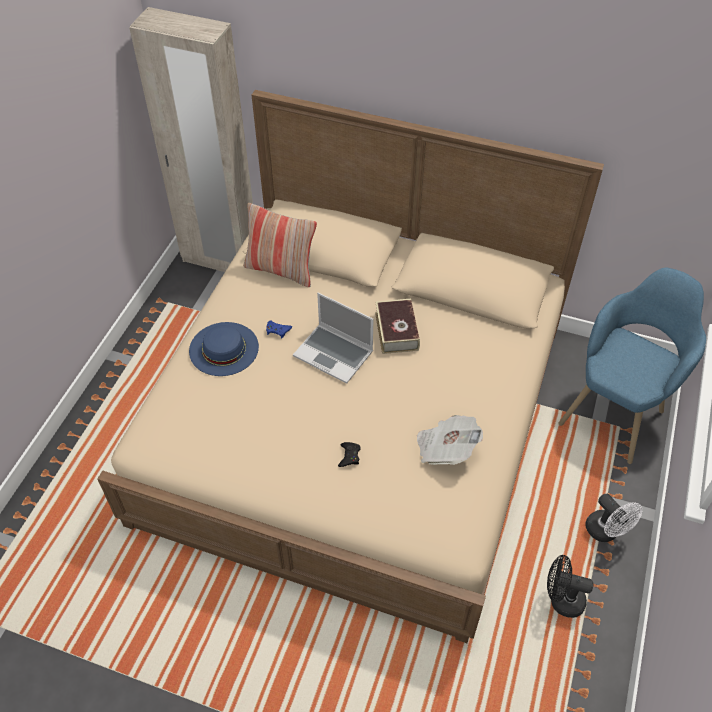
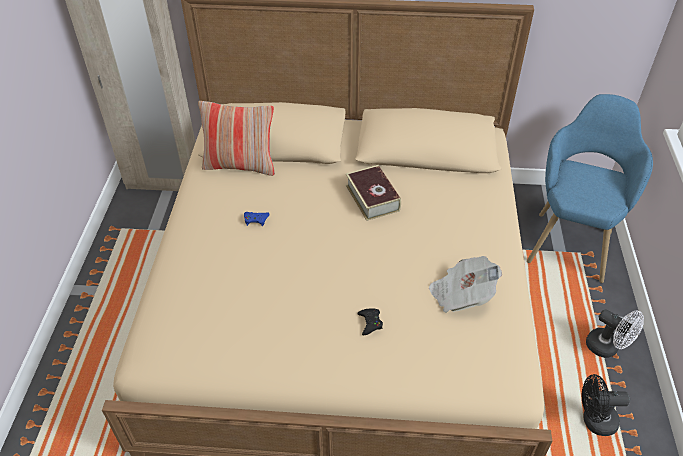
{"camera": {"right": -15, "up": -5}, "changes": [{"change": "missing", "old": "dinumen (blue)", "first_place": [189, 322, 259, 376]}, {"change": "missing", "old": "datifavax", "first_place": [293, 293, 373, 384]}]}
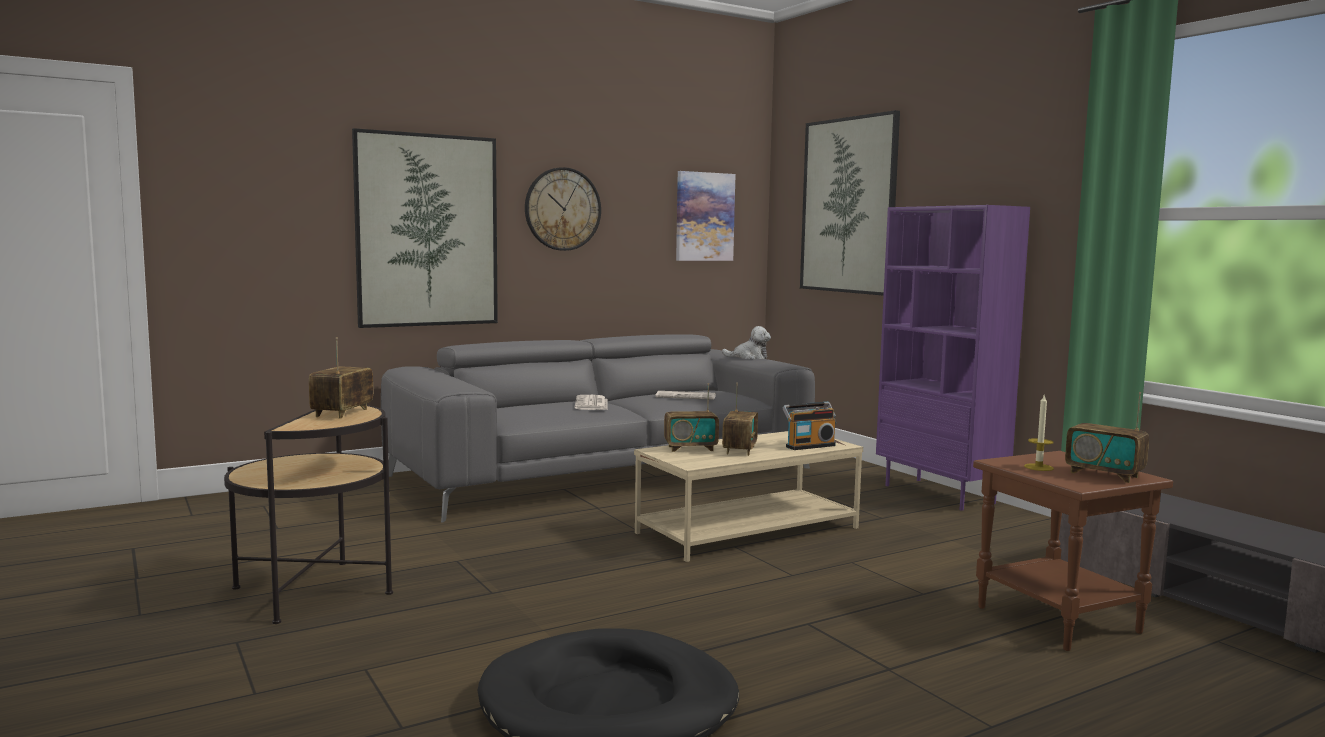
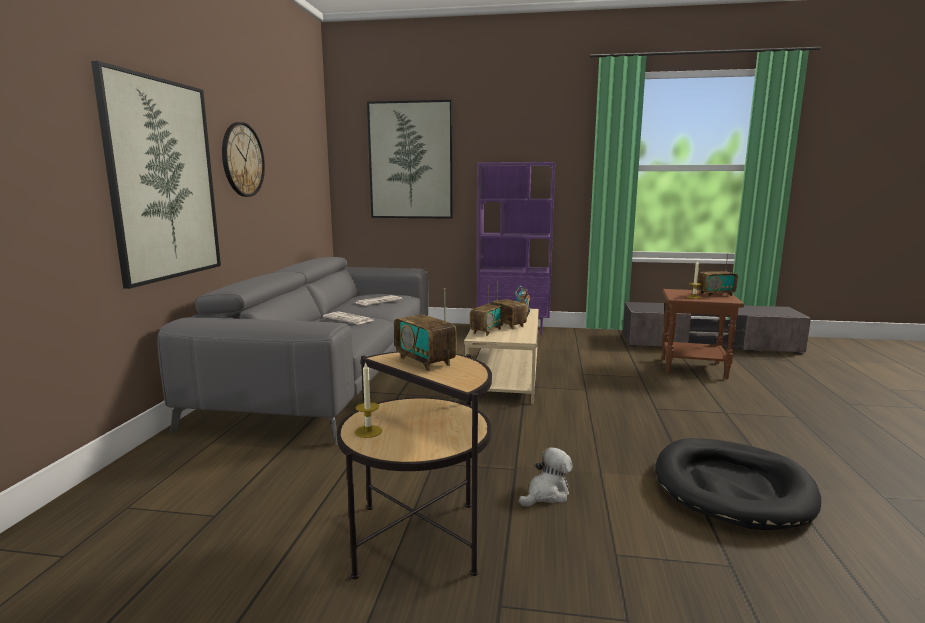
{"camera": {"right": -50, "up": 5}, "changes": [{"change": "missing", "old": "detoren", "first_place": [676, 171, 736, 261]}, {"change": "relocated", "old": "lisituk", "first_place": [722, 326, 771, 359], "second_place": [519, 447, 573, 507]}, {"change": "appeared", "new": "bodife", "second_place": [355, 361, 382, 438]}]}
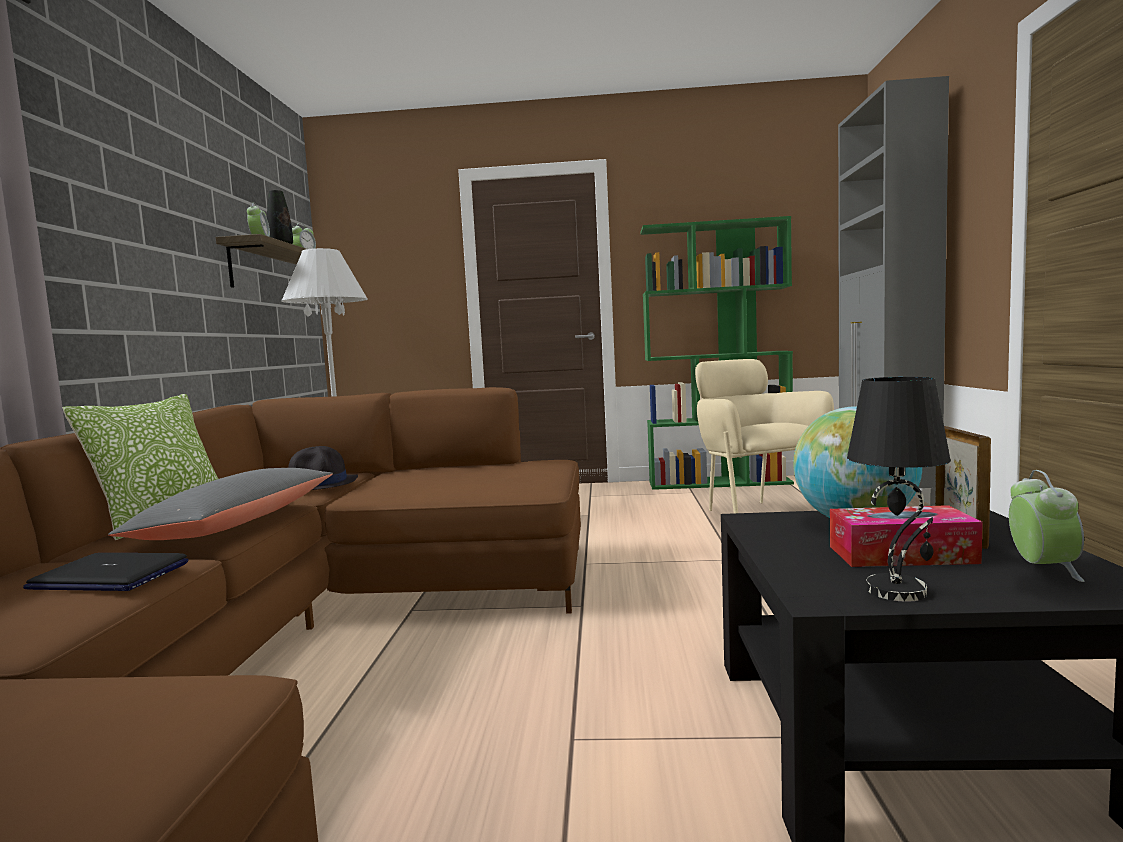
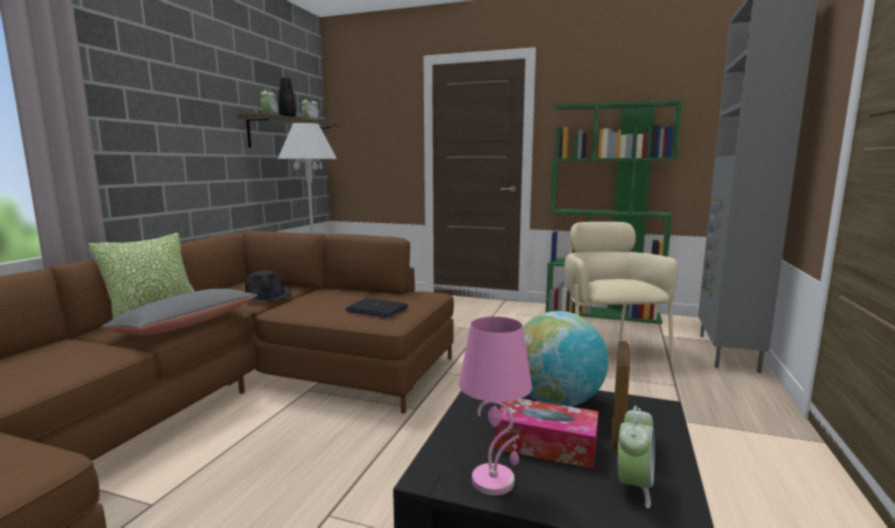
{"camera": {"right": 15, "up": 5}, "changes": [{"change": "relocated", "old": "datifavax", "first_place": [23, 553, 189, 591], "second_place": [345, 298, 408, 318]}, {"change": "colour", "old": "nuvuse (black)", "new": "nuvuse (pink)", "first_place": [847, 377, 951, 602], "second_place": [459, 316, 532, 496]}]}
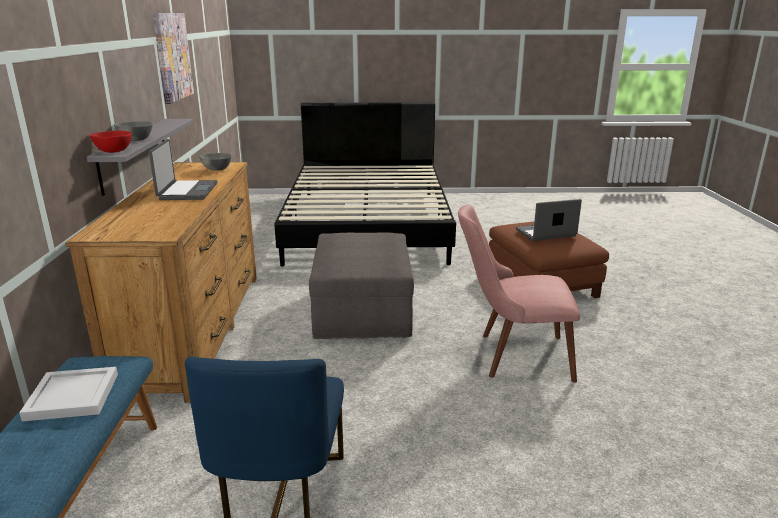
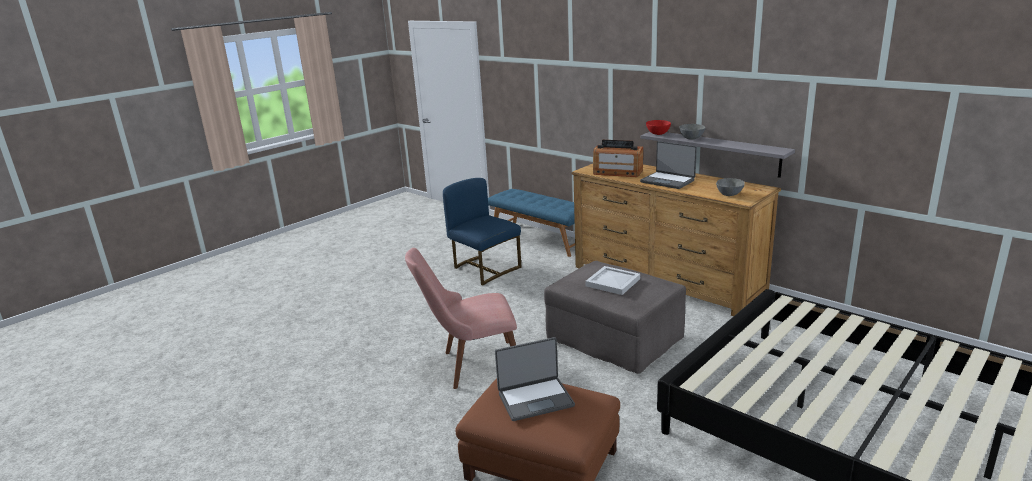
{"camera": {"right": 135, "up": 0}, "changes": [{"change": "relocated", "old": "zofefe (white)", "first_place": [19, 367, 118, 421], "second_place": [585, 266, 640, 295]}, {"change": "missing", "old": "detoren", "first_place": [153, 13, 194, 104]}, {"change": "spun", "old": "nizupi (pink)", "first_place": [458, 204, 580, 383], "second_place": [405, 248, 517, 389], "degrees": -150}, {"change": "spun", "old": "datifavax", "first_place": [516, 199, 582, 241], "second_place": [495, 337, 575, 421], "degrees": 45}, {"change": "appeared", "new": "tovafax", "second_place": [593, 140, 643, 177]}]}
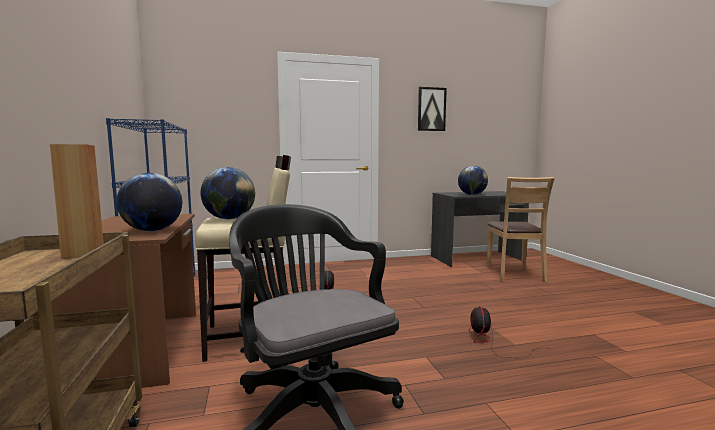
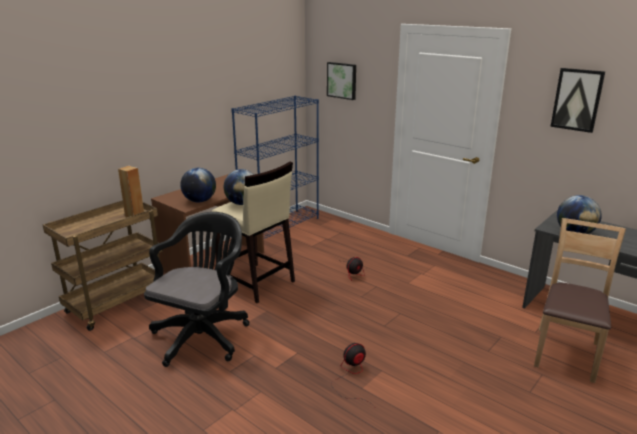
{"camera": {"right": 55, "up": 15}, "changes": [{"change": "spun", "old": "nizupi (brown)", "first_place": [486, 177, 555, 282], "second_place": [534, 218, 626, 383], "degrees": 150}, {"change": "appeared", "new": "detoren", "second_place": [327, 62, 356, 100]}]}
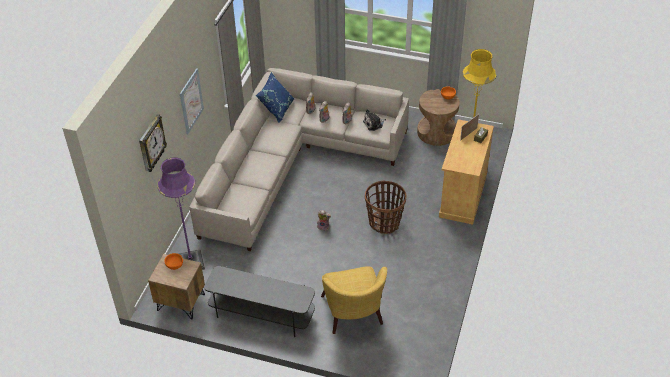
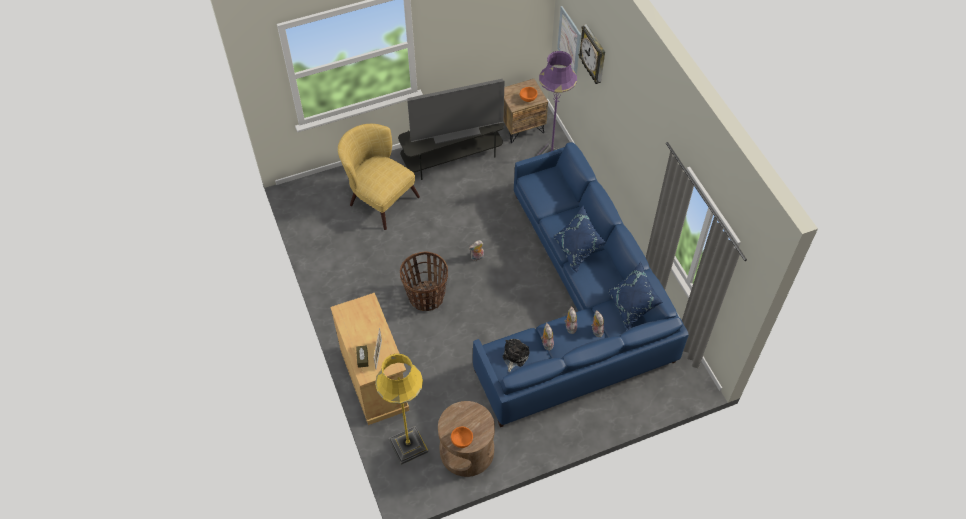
{"camera": {"right": 140, "up": 10}, "changes": [{"change": "relocated", "old": "detoren", "first_place": [180, 68, 204, 134], "second_place": [557, 6, 581, 75]}, {"change": "colour", "old": "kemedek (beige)", "new": "kemedek (blue)", "first_place": [189, 68, 409, 251], "second_place": [473, 142, 689, 427]}, {"change": "appeared", "new": "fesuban", "second_place": [407, 79, 504, 144]}, {"change": "appeared", "new": "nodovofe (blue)", "second_place": [554, 206, 606, 273]}]}
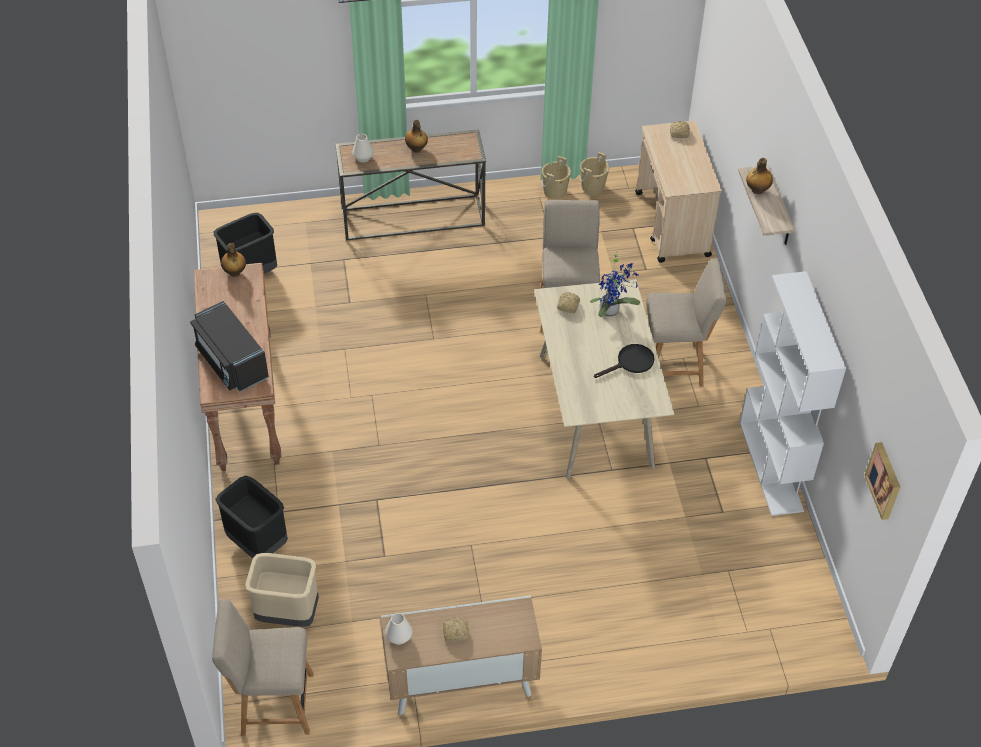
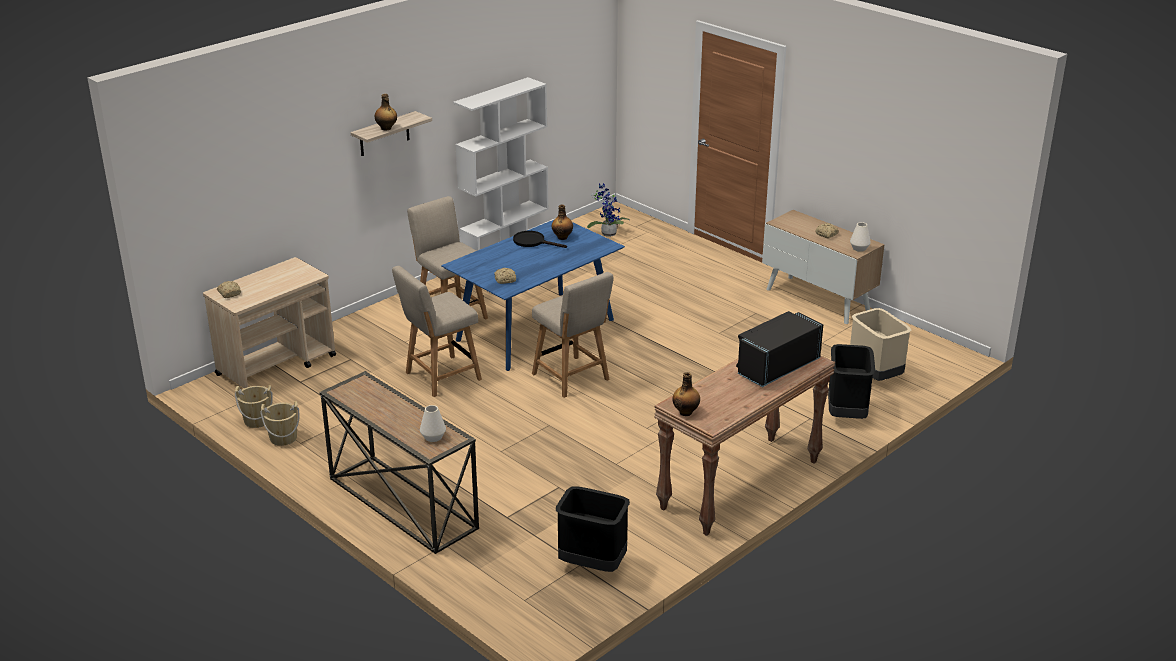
{"camera": {"right": -125, "up": -20}, "changes": [{"change": "spun", "old": "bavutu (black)", "first_place": [190, 301, 269, 392], "second_place": [736, 311, 823, 387], "degrees": -150}, {"change": "relocated", "old": "nizupi (beige)", "first_place": [212, 599, 314, 736], "second_place": [532, 272, 613, 398]}, {"change": "relocated", "old": "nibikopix", "first_place": [405, 120, 428, 152], "second_place": [552, 205, 573, 240]}, {"change": "colour", "old": "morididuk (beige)", "new": "morididuk (blue)", "first_place": [534, 279, 674, 479], "second_place": [441, 220, 625, 371]}, {"change": "relocated", "old": "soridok", "first_place": [590, 254, 640, 317], "second_place": [587, 183, 629, 237]}, {"change": "missing", "old": "detoren", "first_place": [864, 442, 900, 520]}]}
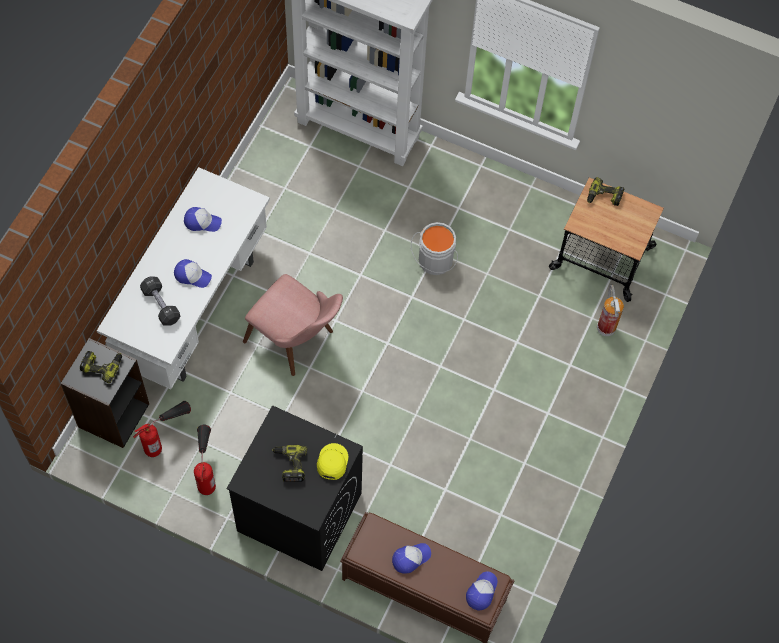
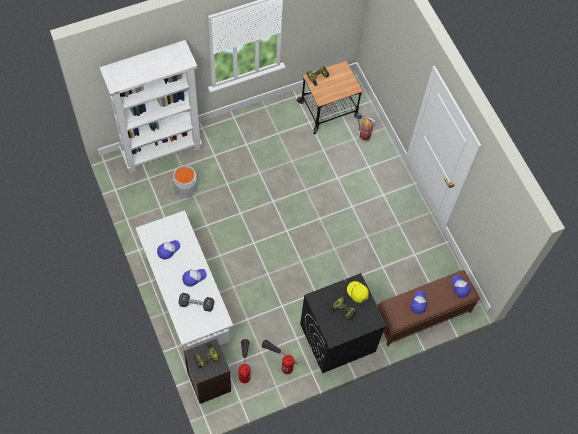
{"camera": {"right": -50, "up": 0}, "changes": [{"change": "missing", "old": "nizupi (pink)", "first_place": [243, 274, 343, 376]}, {"change": "relocated", "old": "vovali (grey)", "first_place": [411, 222, 458, 275], "second_place": [170, 165, 202, 198]}]}
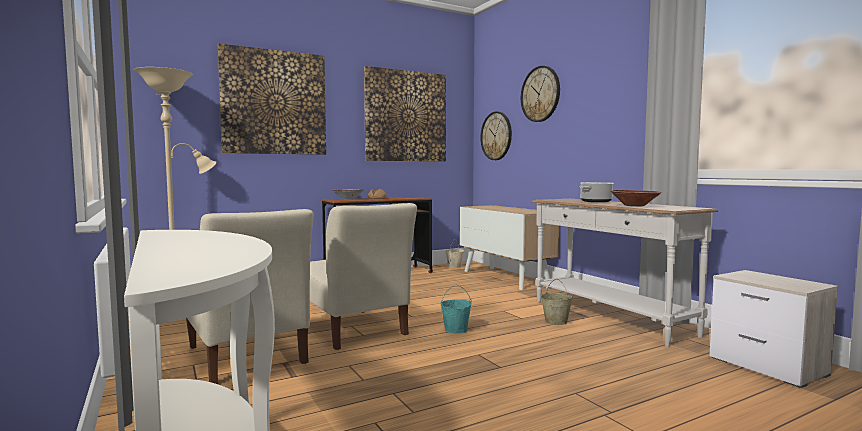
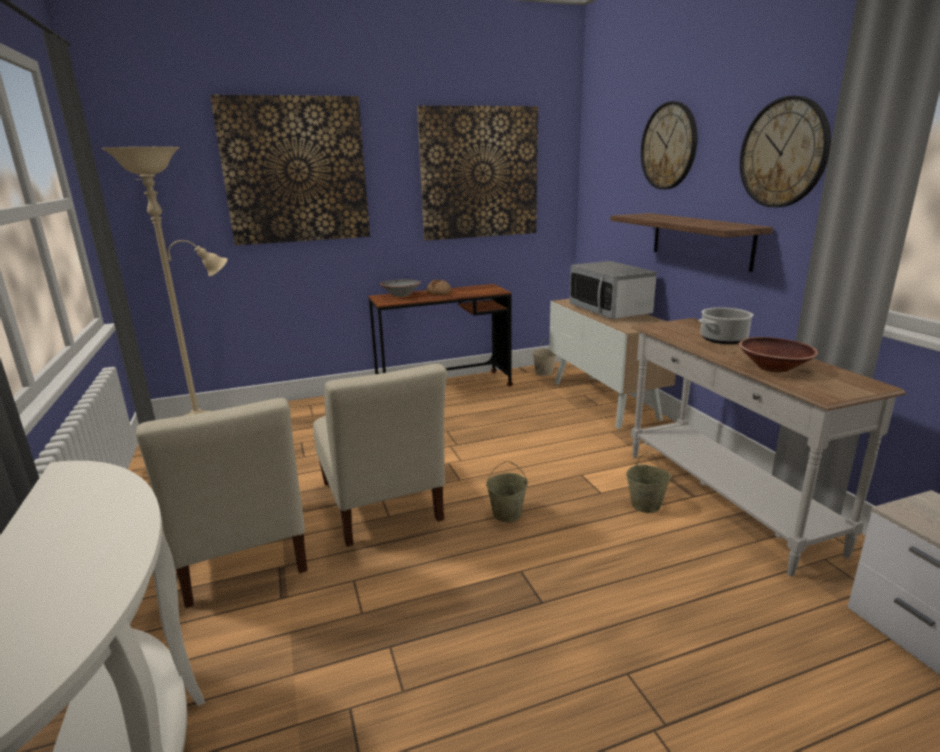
{"camera": {"right": 10, "up": 15}, "changes": [{"change": "colour", "old": "vovali (turquoise)", "new": "vovali (beige)", "first_place": [440, 285, 472, 334], "second_place": [486, 461, 528, 522]}, {"change": "relocated", "old": "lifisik", "first_place": [481, 111, 512, 160], "second_place": [740, 96, 831, 208]}, {"change": "appeared", "new": "bavutu", "second_place": [570, 261, 657, 319]}, {"change": "appeared", "new": "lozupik", "second_place": [610, 213, 773, 272]}]}
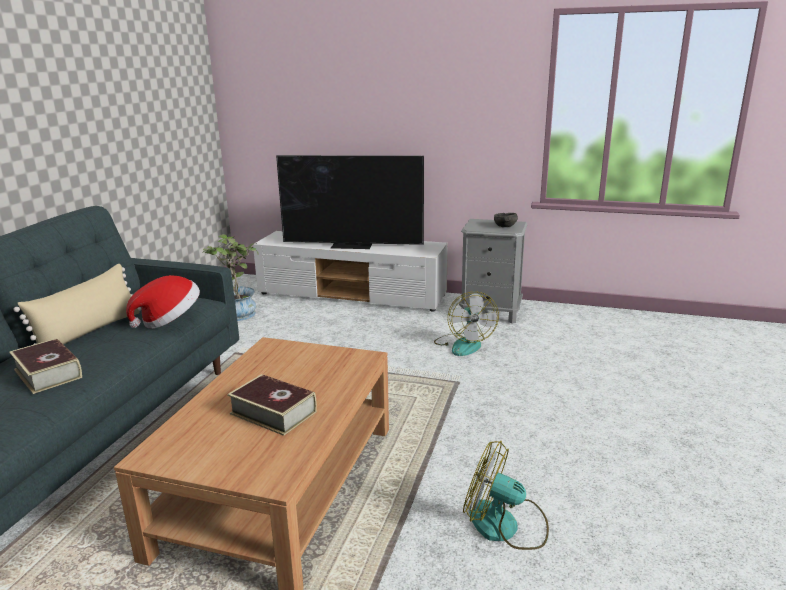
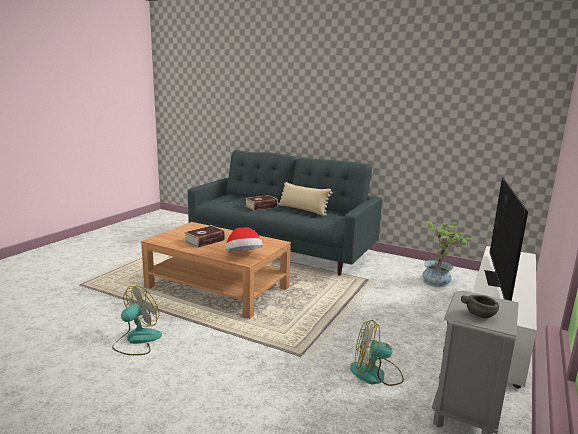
{"camera": {"right": 100, "up": -5}, "changes": [{"change": "relocated", "old": "dinumen", "first_place": [126, 275, 200, 329], "second_place": [225, 227, 263, 251]}]}
